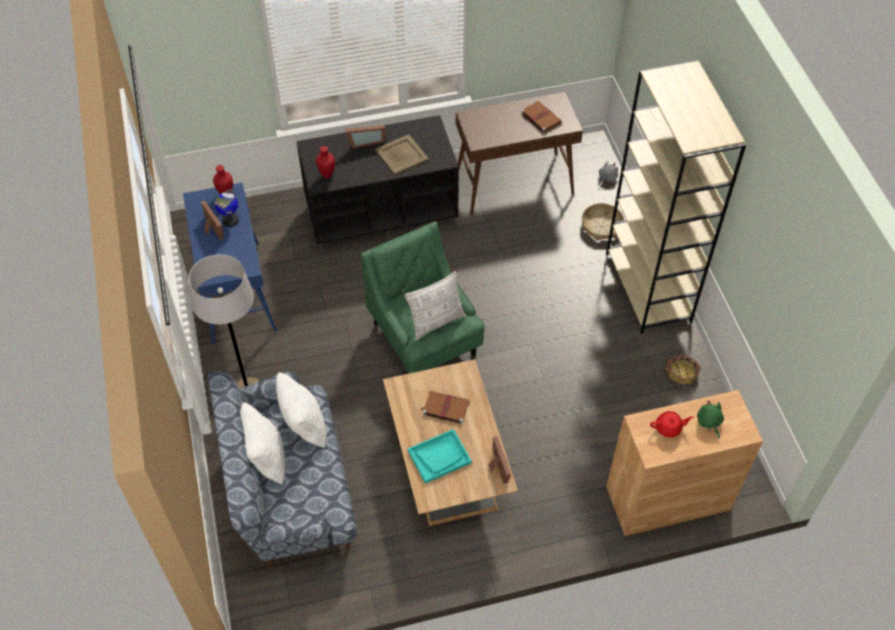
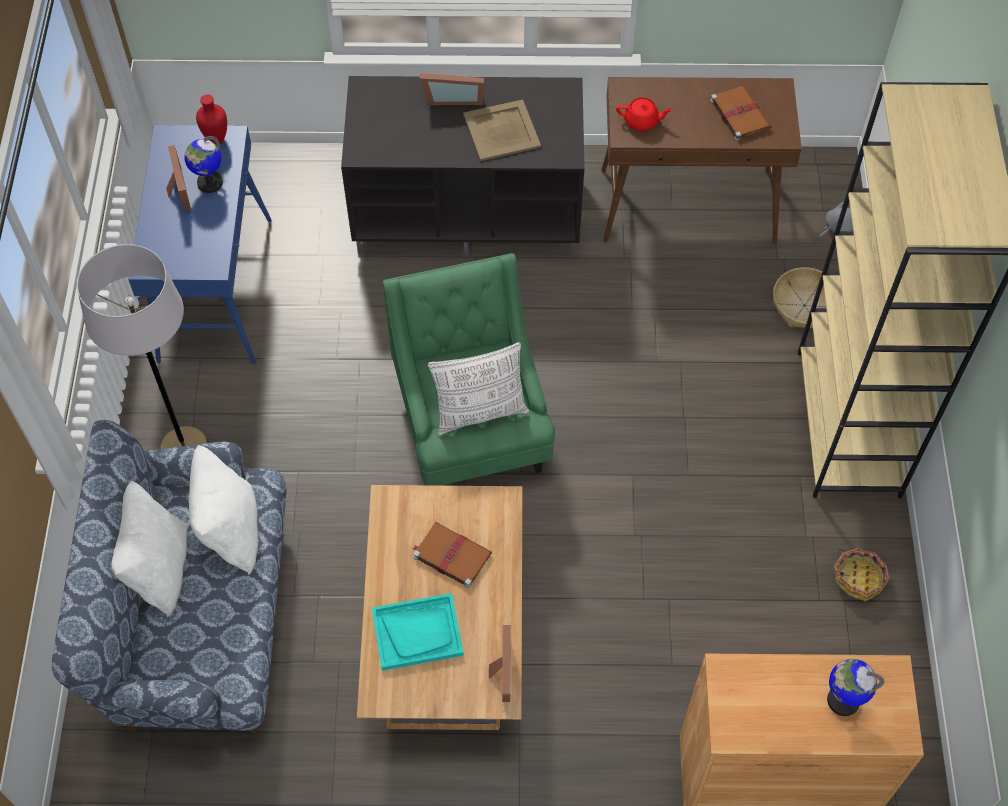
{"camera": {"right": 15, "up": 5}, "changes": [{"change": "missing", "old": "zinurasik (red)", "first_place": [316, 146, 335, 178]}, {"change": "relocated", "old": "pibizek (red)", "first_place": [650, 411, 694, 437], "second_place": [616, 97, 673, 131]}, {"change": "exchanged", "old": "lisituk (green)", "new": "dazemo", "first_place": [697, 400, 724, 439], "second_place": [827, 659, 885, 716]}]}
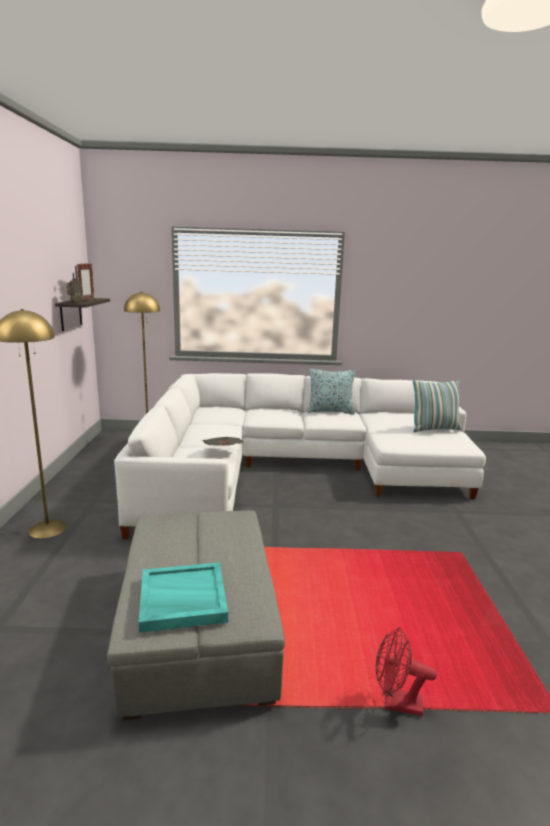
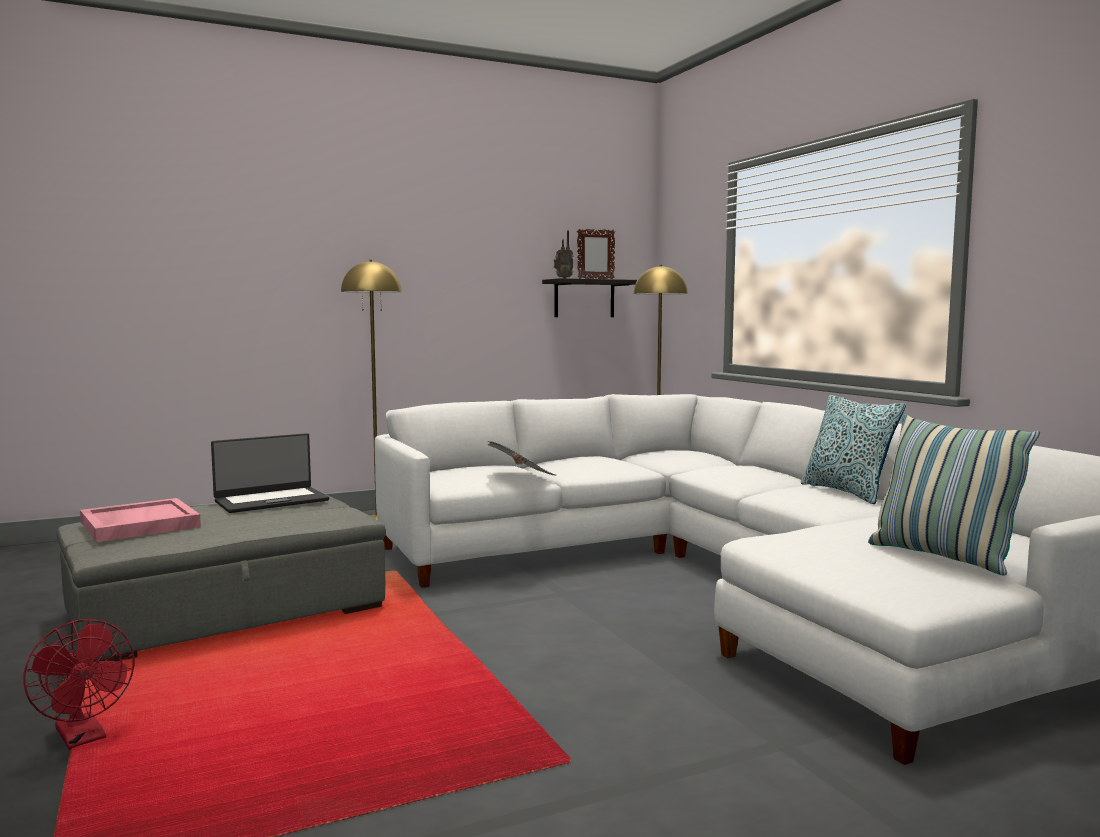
{"camera": {"right": 65, "up": -10}, "changes": [{"change": "colour", "old": "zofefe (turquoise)", "new": "zofefe (pink)", "first_place": [139, 562, 228, 633], "second_place": [80, 498, 201, 542]}, {"change": "spun", "old": "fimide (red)", "first_place": [376, 627, 437, 716], "second_place": [23, 619, 134, 750], "degrees": 150}, {"change": "appeared", "new": "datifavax", "second_place": [211, 433, 329, 513]}]}
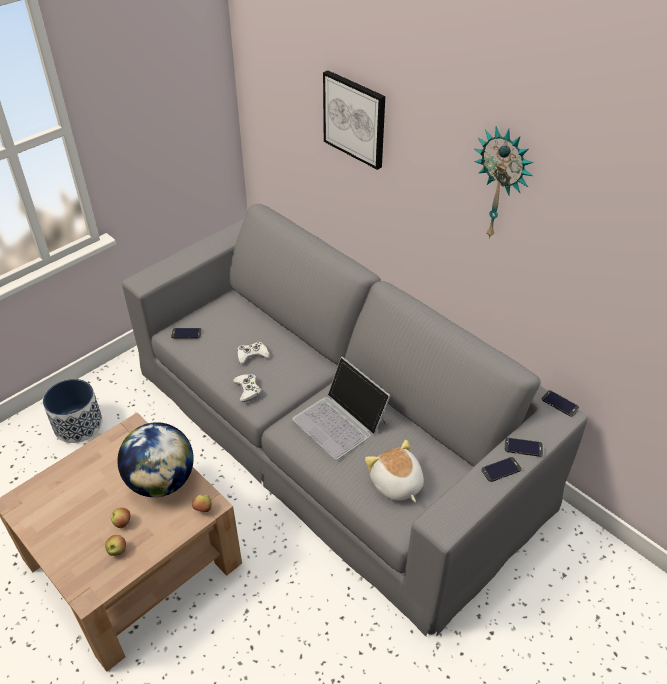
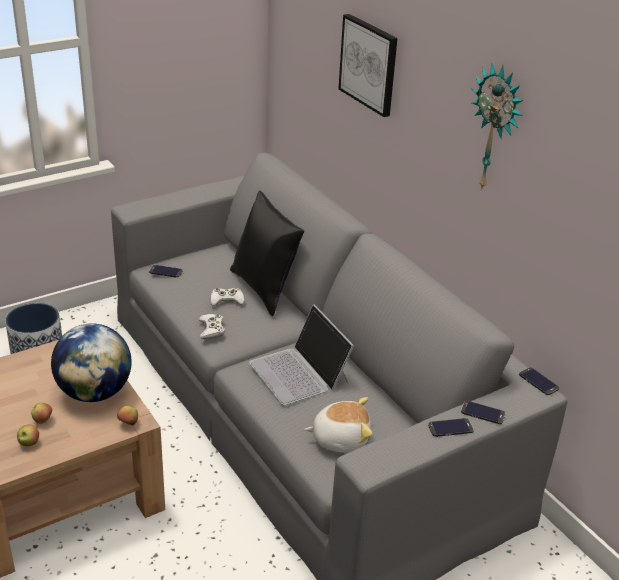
{"camera": {"right": 10, "up": -10}, "changes": [{"change": "spun", "old": "lisituk", "first_place": [365, 440, 424, 502], "second_place": [305, 397, 373, 453], "degrees": 105}, {"change": "appeared", "new": "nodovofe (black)", "second_place": [230, 191, 304, 316]}]}
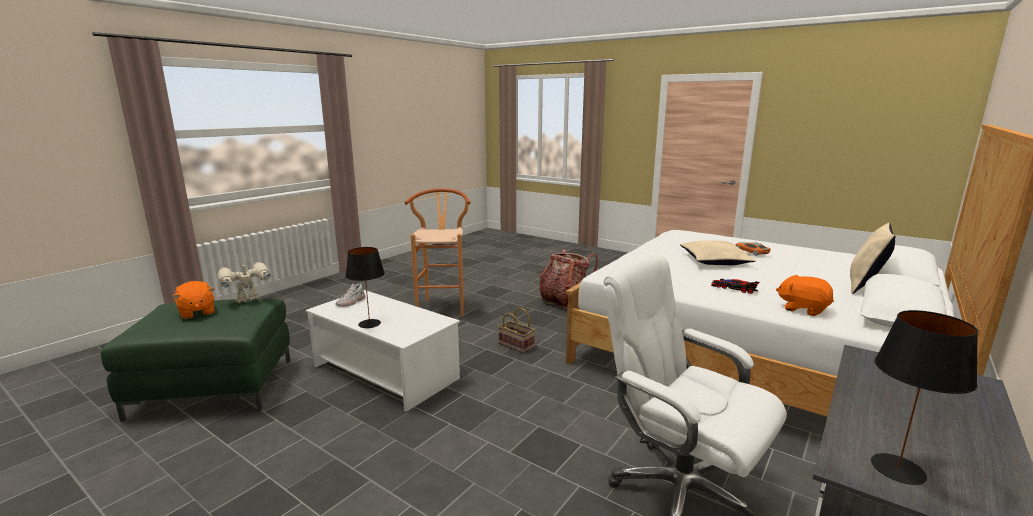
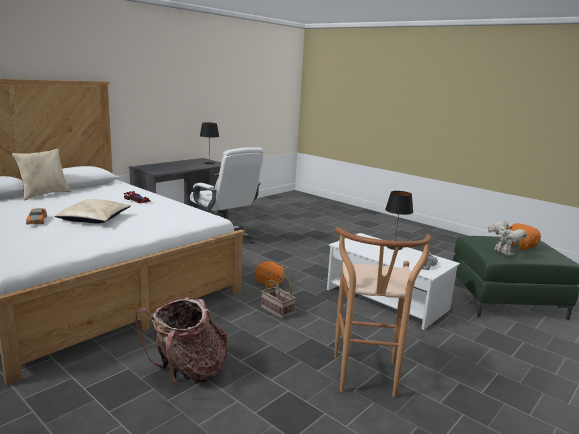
{"camera": {"right": -175, "up": 0}, "changes": [{"change": "spun", "old": "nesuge", "first_place": [218, 261, 271, 303], "second_place": [488, 220, 527, 255], "degrees": -75}, {"change": "relocated", "old": "lisituk (orange)", "first_place": [776, 275, 834, 316], "second_place": [255, 261, 285, 288]}]}
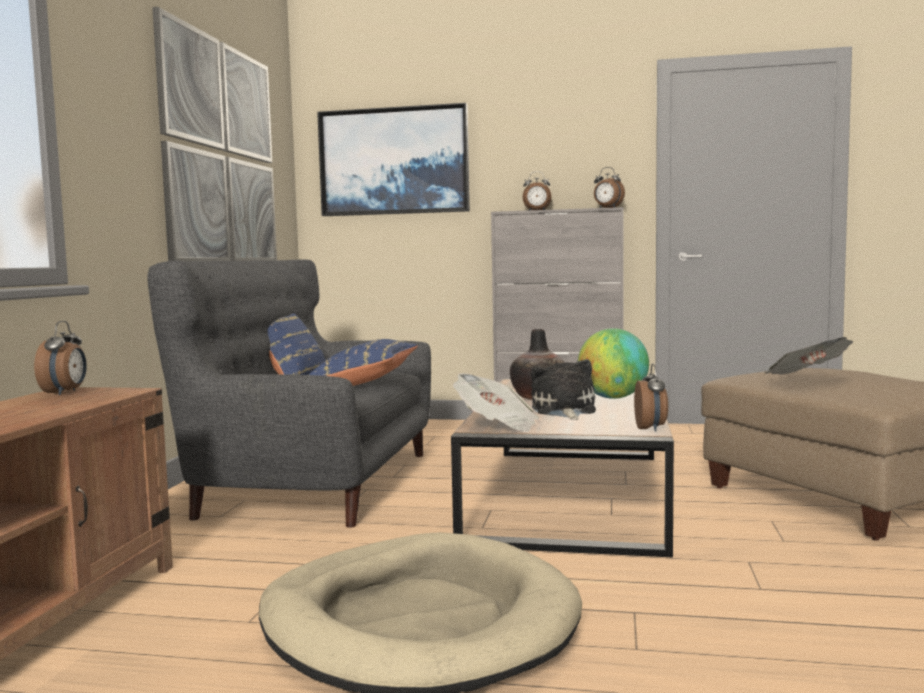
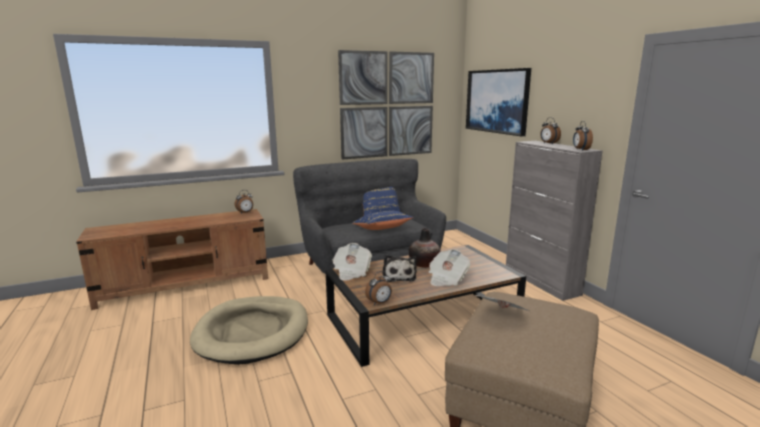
{"camera": {"right": 55, "up": 10}, "changes": [{"change": "spun", "old": "lisituk", "first_place": [531, 359, 596, 420], "second_place": [382, 254, 417, 282], "degrees": 120}, {"change": "exchanged", "old": "dazemo", "new": "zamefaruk", "first_place": [578, 328, 649, 399], "second_place": [429, 249, 471, 286]}]}
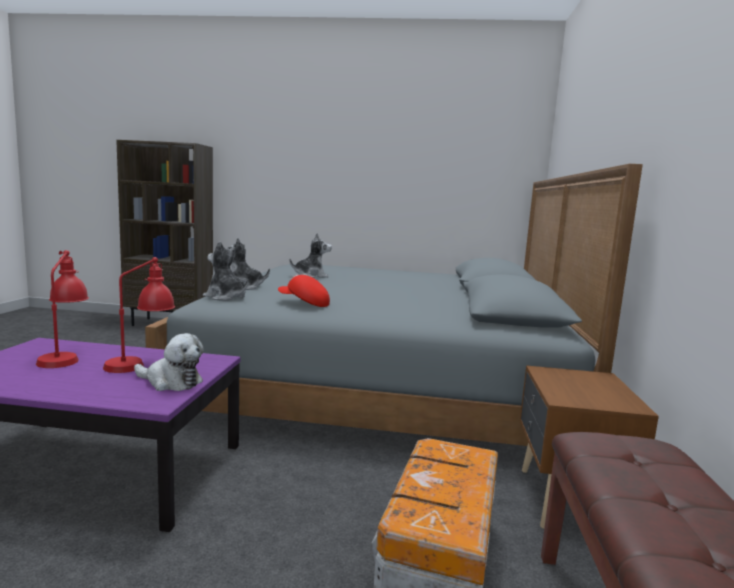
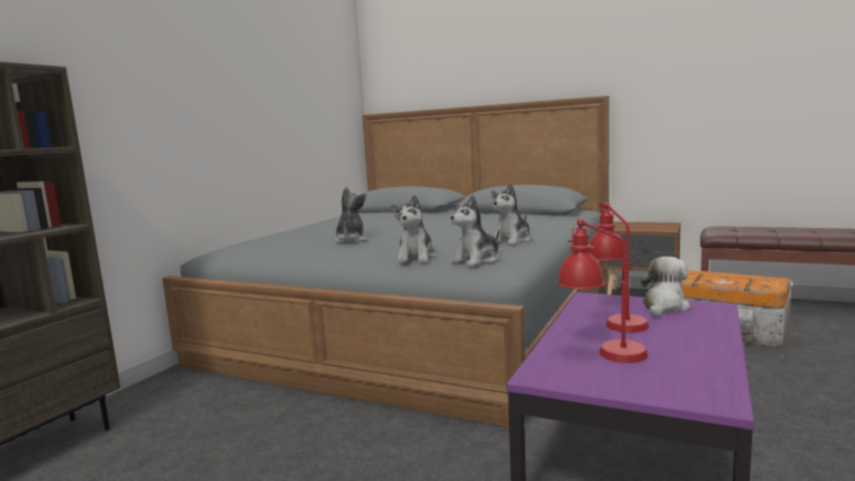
{"camera": {"right": -70, "up": 0}, "changes": [{"change": "exchanged", "old": "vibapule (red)", "new": "lisituk", "first_place": [278, 274, 330, 307], "second_place": [491, 183, 531, 245]}]}
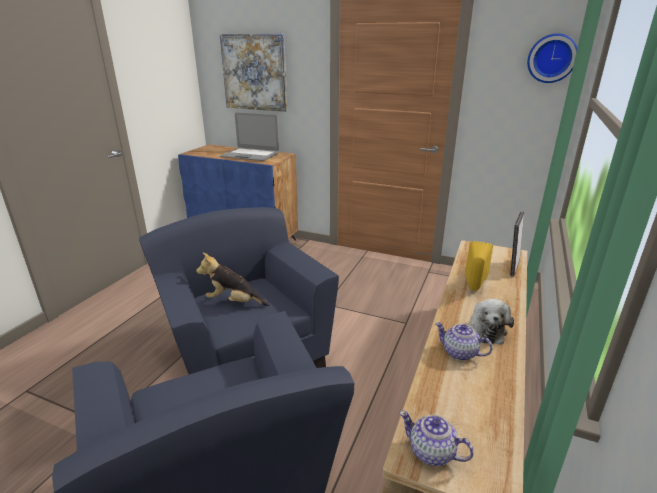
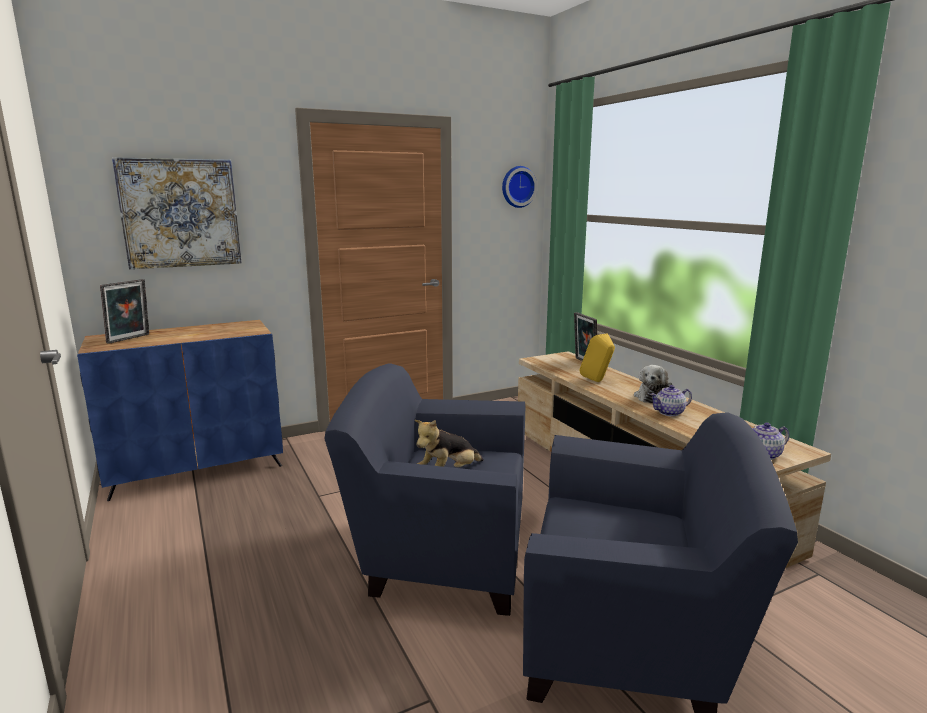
{"camera": {"right": -50, "up": -10}, "changes": [{"change": "missing", "old": "datifavax", "first_place": [220, 113, 279, 161]}, {"change": "spun", "old": "lisituk", "first_place": [469, 299, 514, 345], "second_place": [634, 365, 673, 403], "degrees": 60}, {"change": "appeared", "new": "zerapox", "second_place": [100, 279, 149, 344]}]}
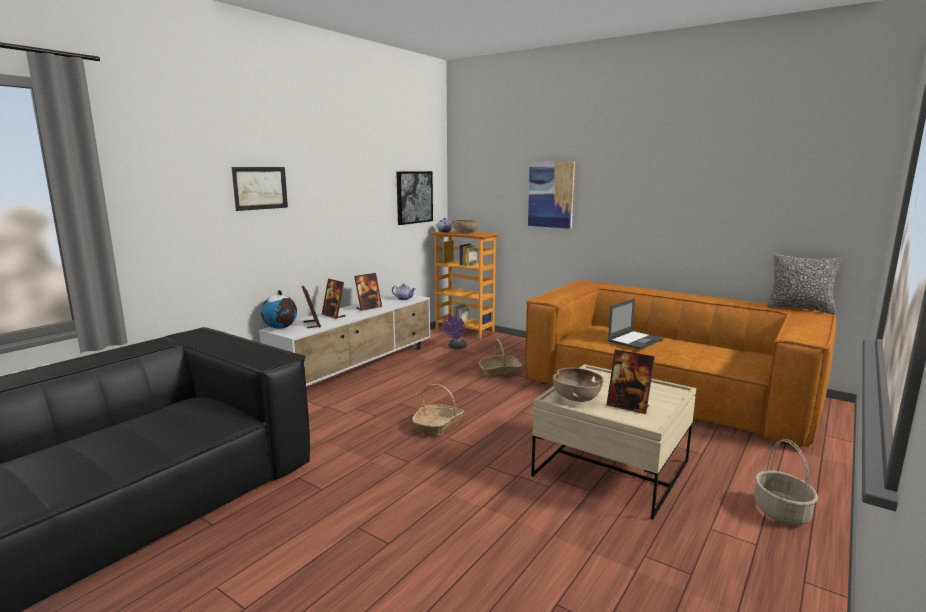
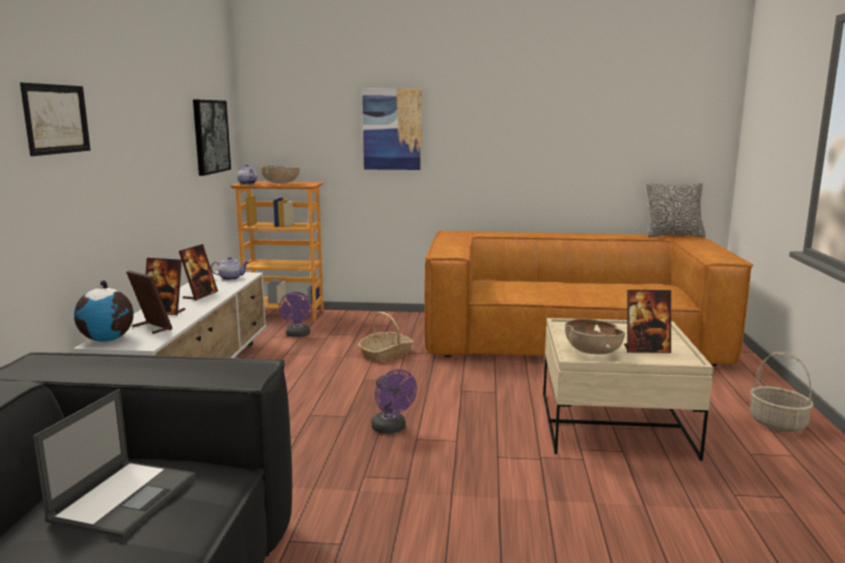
{"camera": {"right": -30, "up": 0}, "changes": [{"change": "exchanged", "old": "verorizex", "new": "fimide (purple)", "first_place": [412, 384, 464, 437], "second_place": [371, 369, 417, 434]}, {"change": "relocated", "old": "datifavax", "first_place": [608, 299, 663, 350], "second_place": [33, 389, 195, 538]}]}
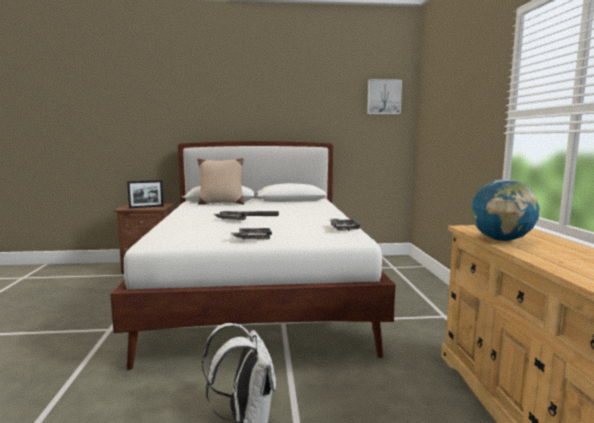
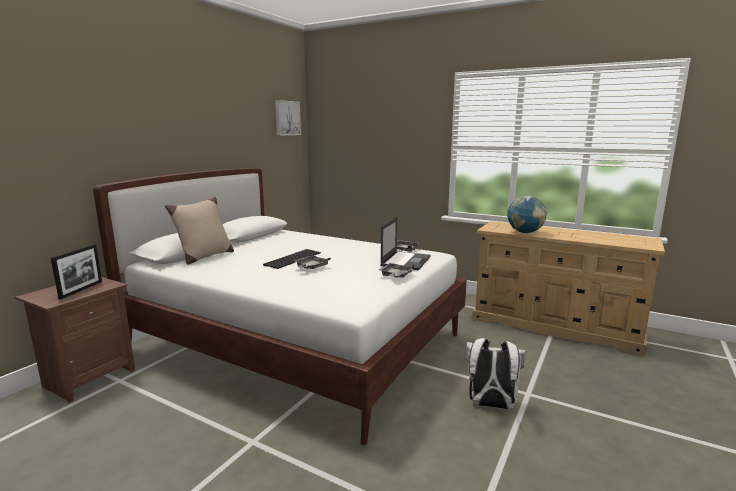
{"camera": {"right": -55, "up": 5}, "changes": [{"change": "appeared", "new": "datifavax", "second_place": [380, 217, 431, 270]}]}
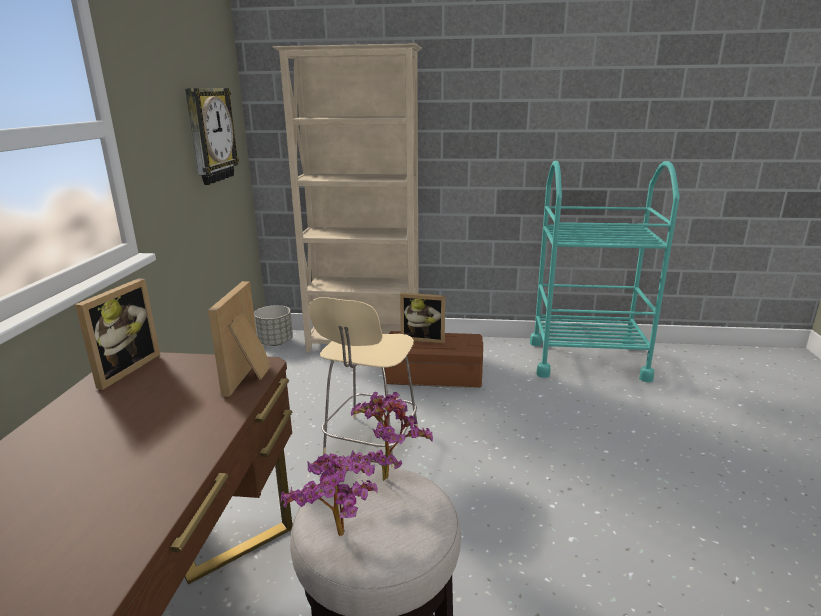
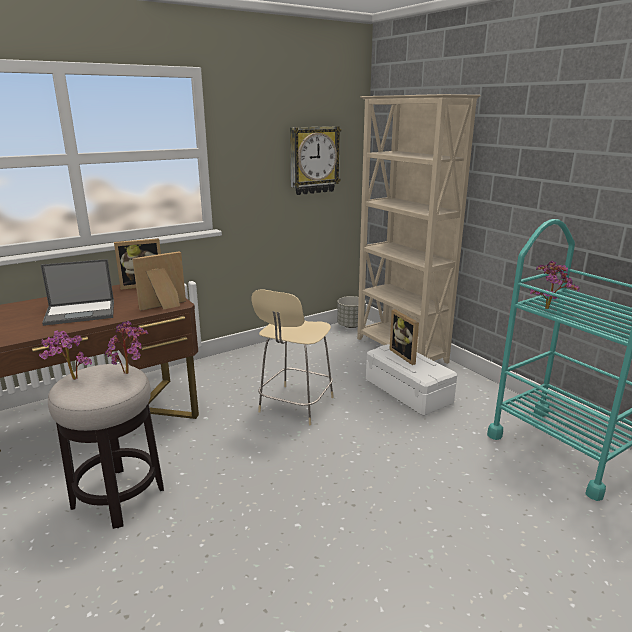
{"camera": {"right": 50, "up": 0}, "changes": [{"change": "spun", "old": "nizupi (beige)", "first_place": [309, 297, 418, 468], "second_place": [251, 290, 334, 425], "degrees": -45}, {"change": "colour", "old": "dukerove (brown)", "new": "dukerove (white)", "first_place": [384, 331, 483, 388], "second_place": [366, 344, 457, 416]}, {"change": "appeared", "new": "datifavax", "second_place": [41, 259, 114, 326]}, {"change": "appeared", "new": "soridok", "second_place": [529, 261, 580, 309]}]}
